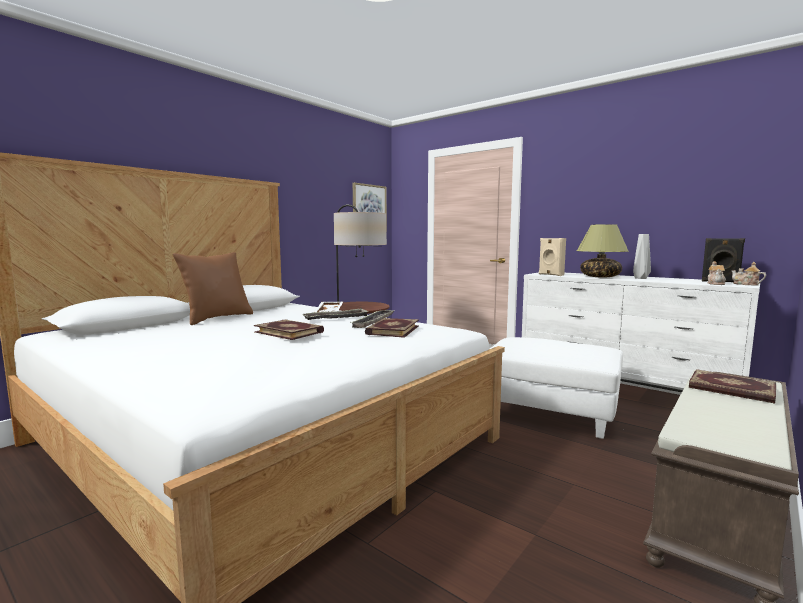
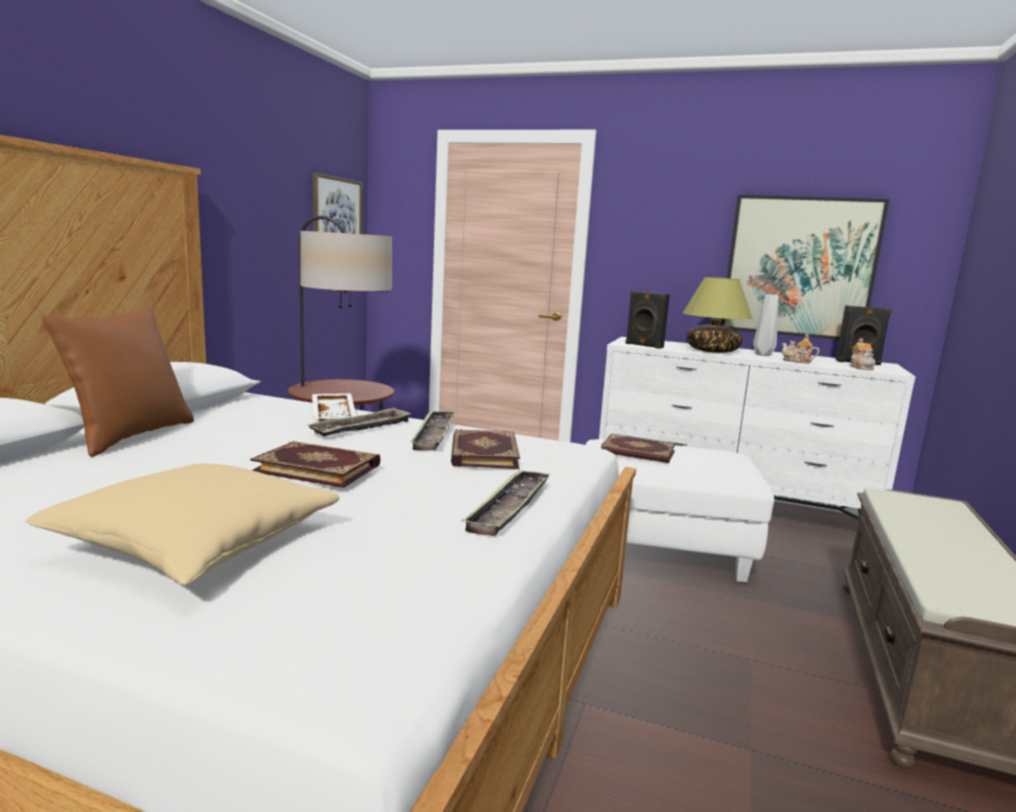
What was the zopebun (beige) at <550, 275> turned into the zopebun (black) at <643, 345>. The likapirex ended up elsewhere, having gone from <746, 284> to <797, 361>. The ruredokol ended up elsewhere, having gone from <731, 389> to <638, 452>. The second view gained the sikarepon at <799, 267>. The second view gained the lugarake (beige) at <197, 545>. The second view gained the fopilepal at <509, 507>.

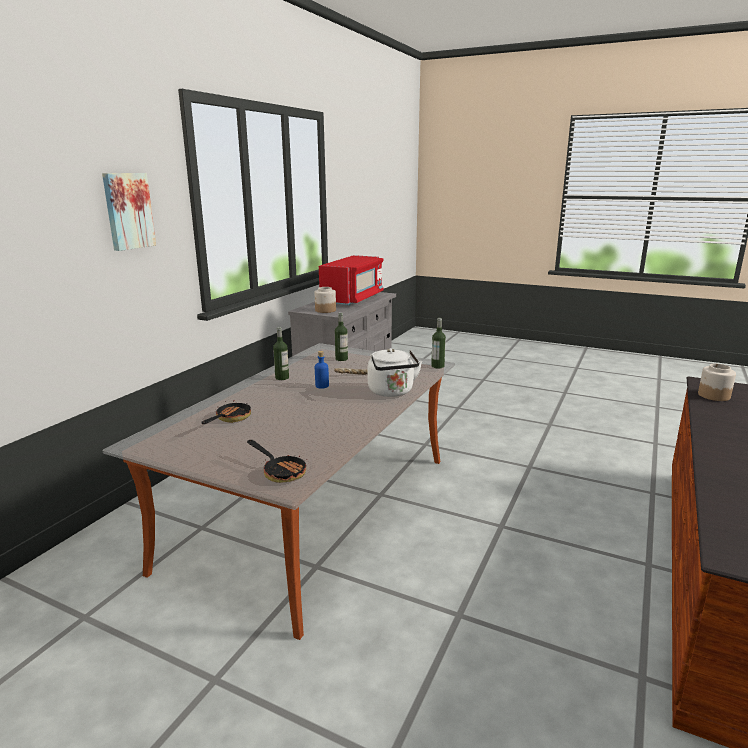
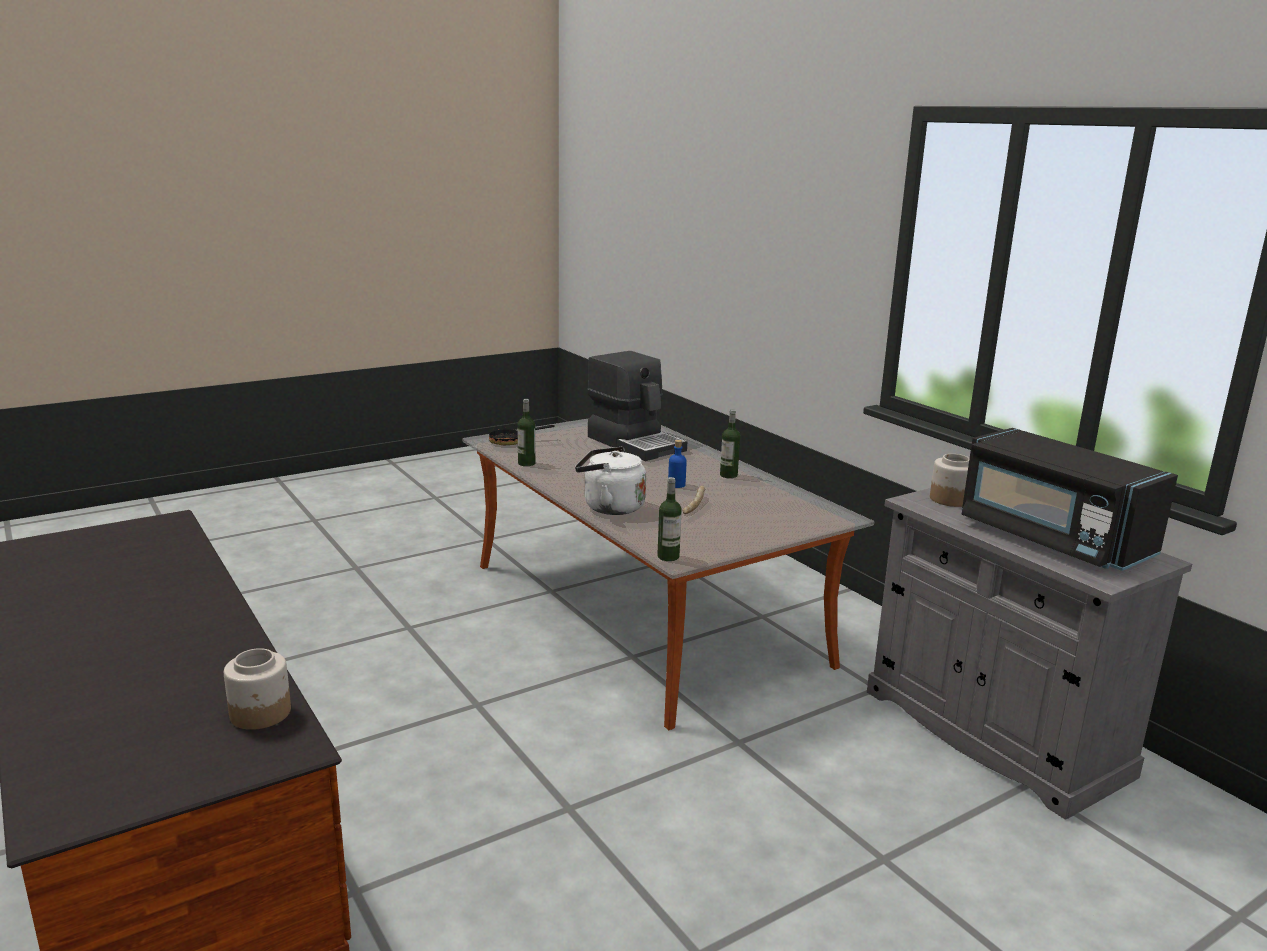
The second view lost the sikarepon at <128, 211>. What was the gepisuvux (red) at <353, 299> turned into the gepisuvux (black) at <1051, 539>. The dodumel ended up elsewhere, having gone from <341, 359> to <526, 463>. Where the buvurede stood at <230, 419>, the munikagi came to stand at <636, 443>.

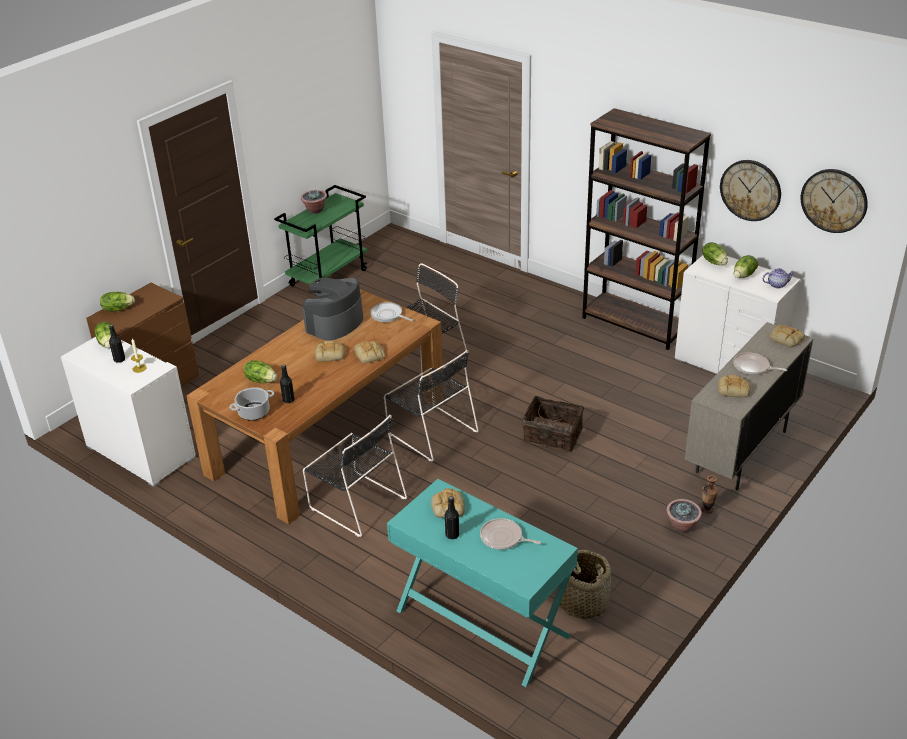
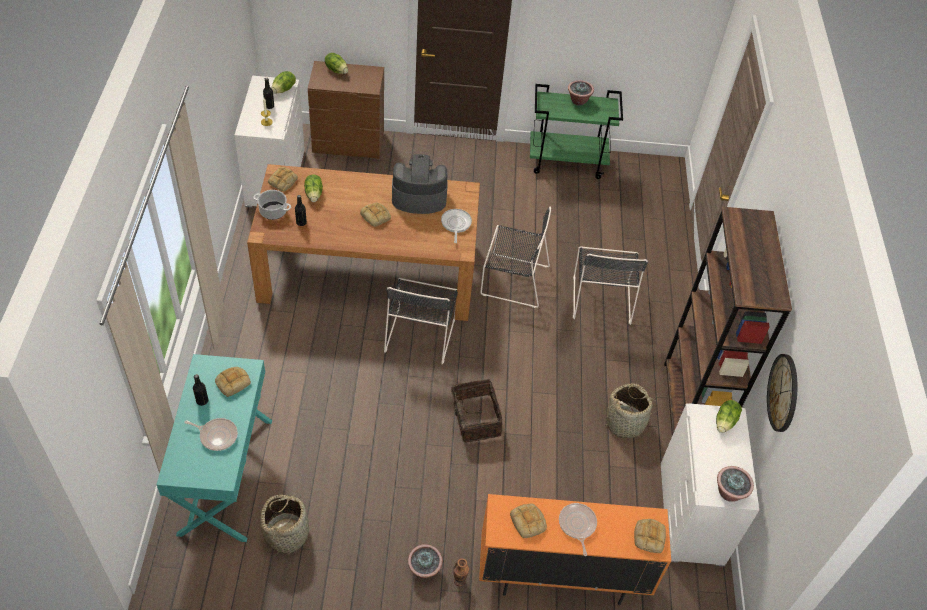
The second view lost the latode at <834, 200>. The second view lost the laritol at <744, 275>. Where the likapirex stood at <777, 284>, the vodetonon came to stand at <729, 492>. What was the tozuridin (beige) at <741, 452> turned into the tozuridin (orange) at <561, 577>. The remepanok ended up elsewhere, having gone from <370, 355> to <283, 182>. The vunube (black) ended up elsewhere, having gone from <355, 502> to <601, 297>. The buvurede at <503, 538> ended up facing another way, 120 degrees clockwise from before. The second view gained the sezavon at <625, 422>.

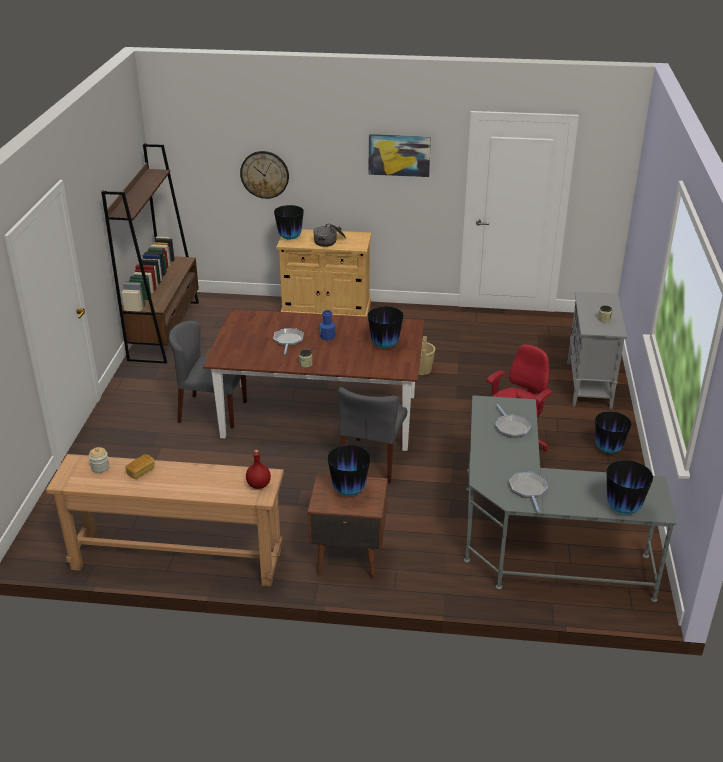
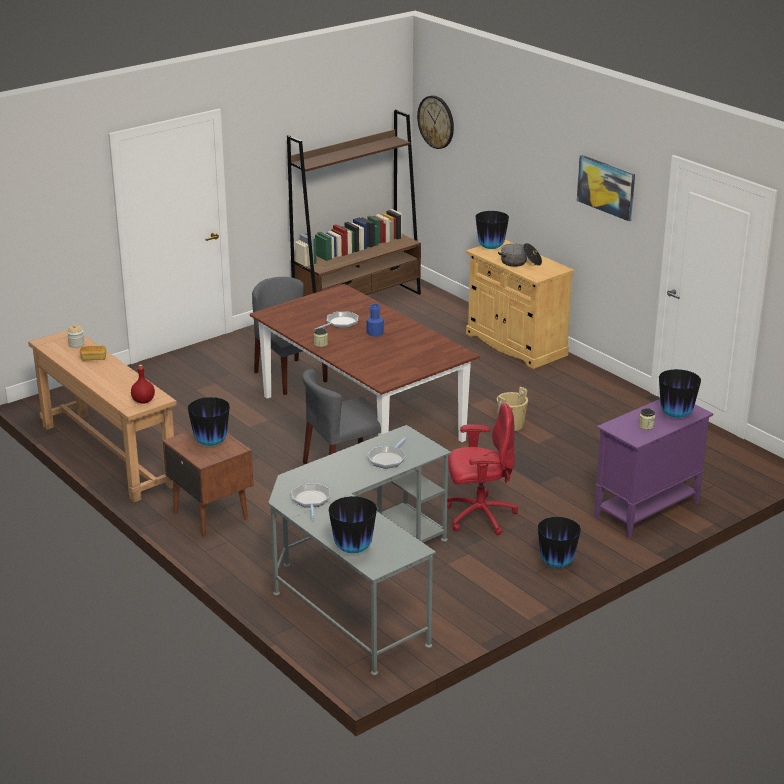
The latode ended up elsewhere, having gone from <264, 174> to <436, 122>. What was the tozuridin (grey) at <589, 385> turned into the tozuridin (purple) at <646, 511>. The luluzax ended up elsewhere, having gone from <385, 345> to <676, 415>. The buvurede at <528, 490> ended up facing another way, 45 degrees counterclockwise from before.

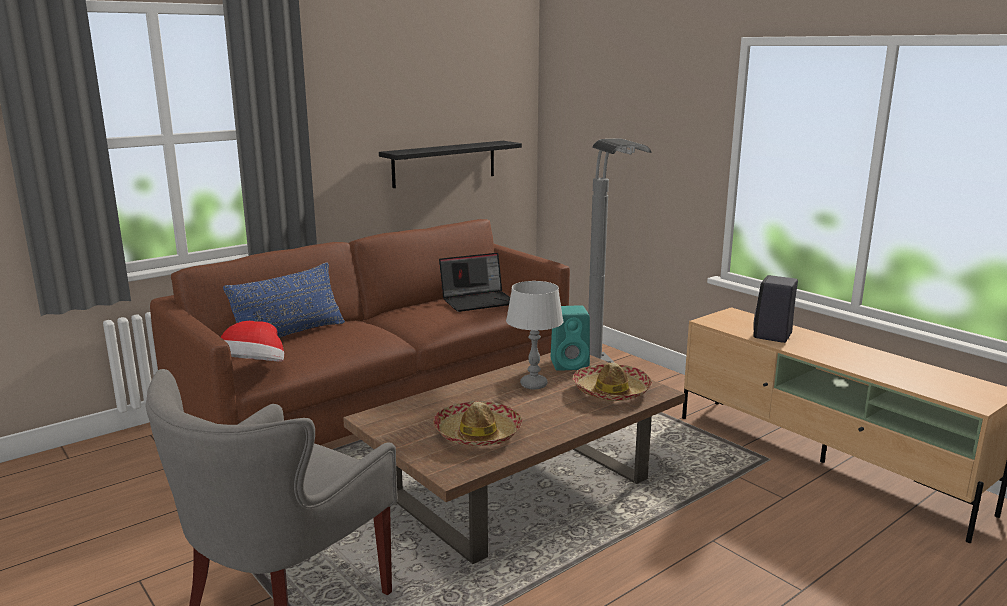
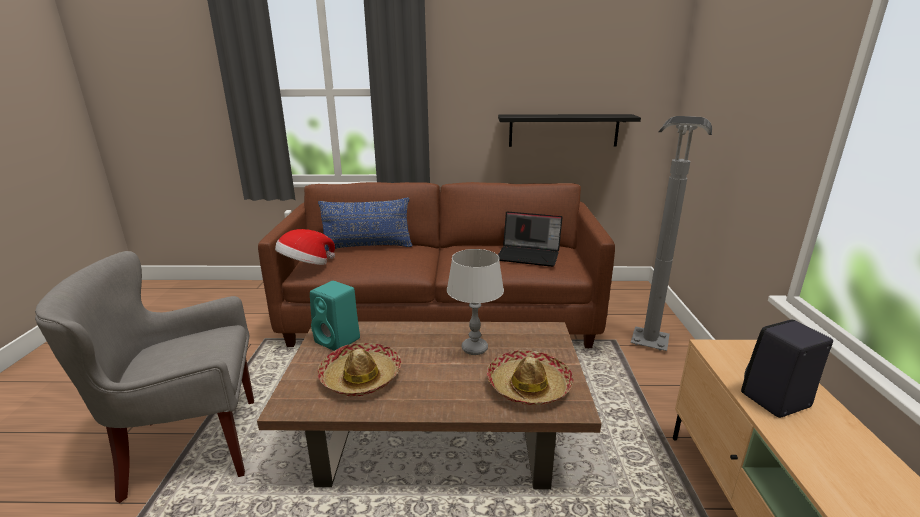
The zopebun (turquoise) ended up elsewhere, having gone from <571, 364> to <338, 340>.

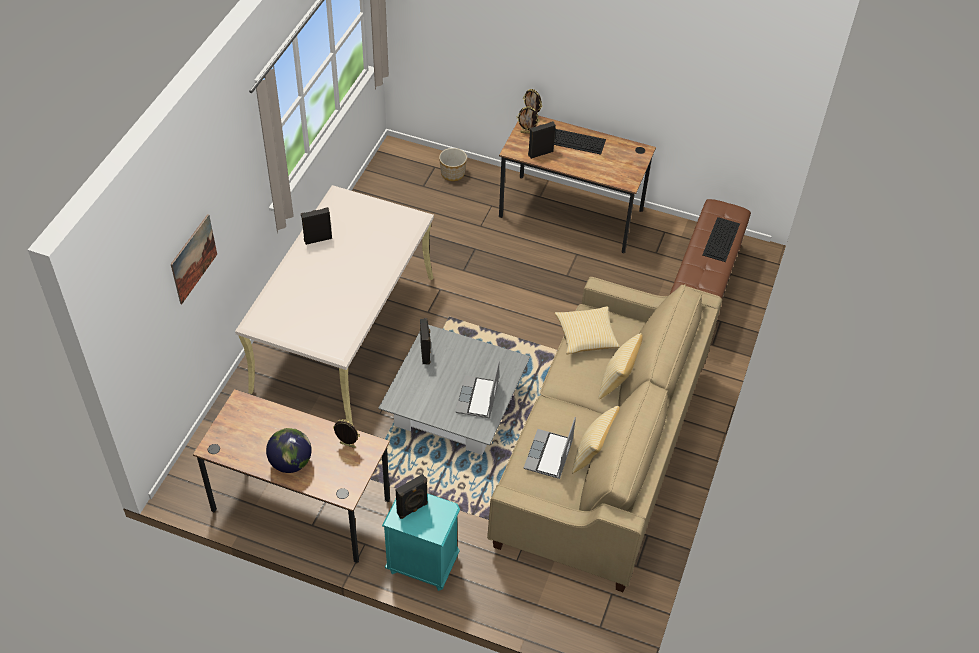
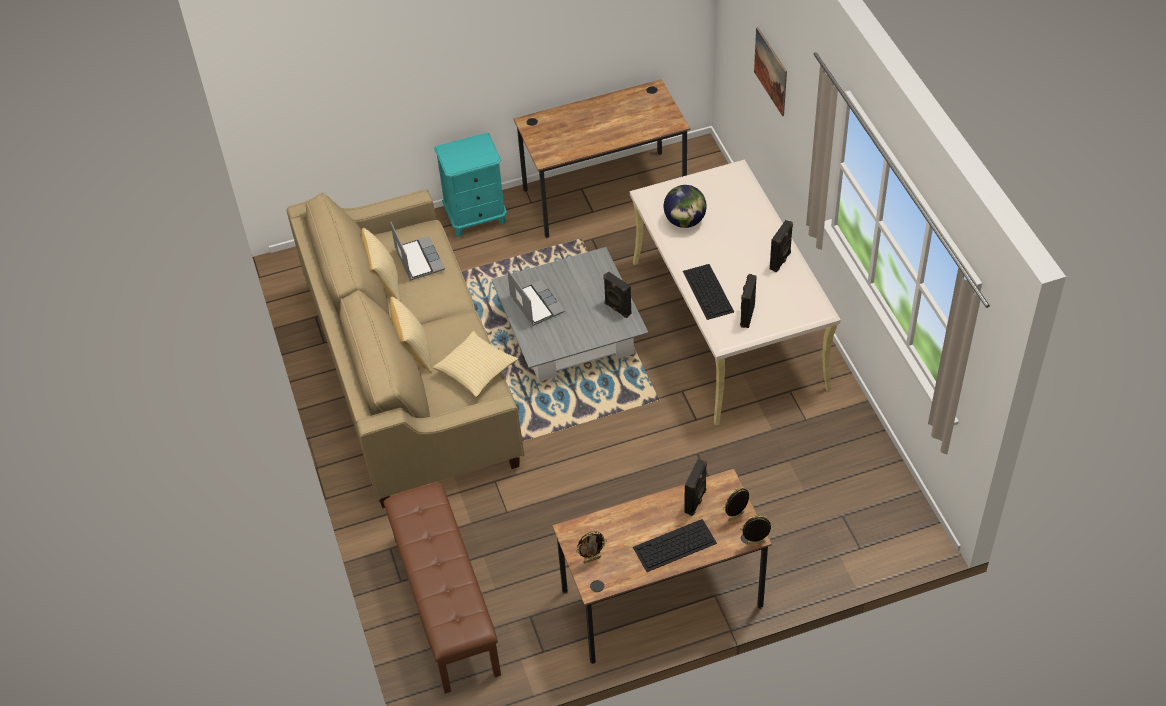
The second view lost the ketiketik at <453, 173>. The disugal ended up elsewhere, having gone from <721, 239> to <708, 292>. The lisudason ended up elsewhere, having gone from <347, 445> to <592, 559>. The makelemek ended up elsewhere, having gone from <291, 462> to <684, 221>. The zopebun (black) ended up elsewhere, having gone from <412, 509> to <746, 315>.

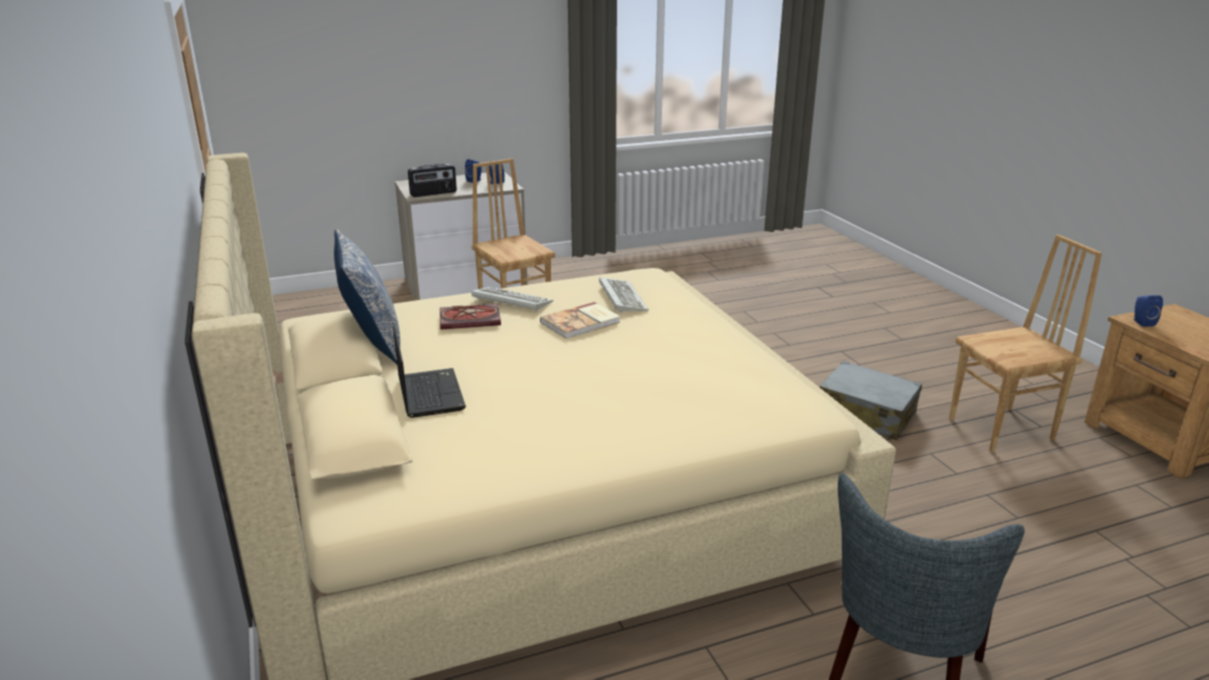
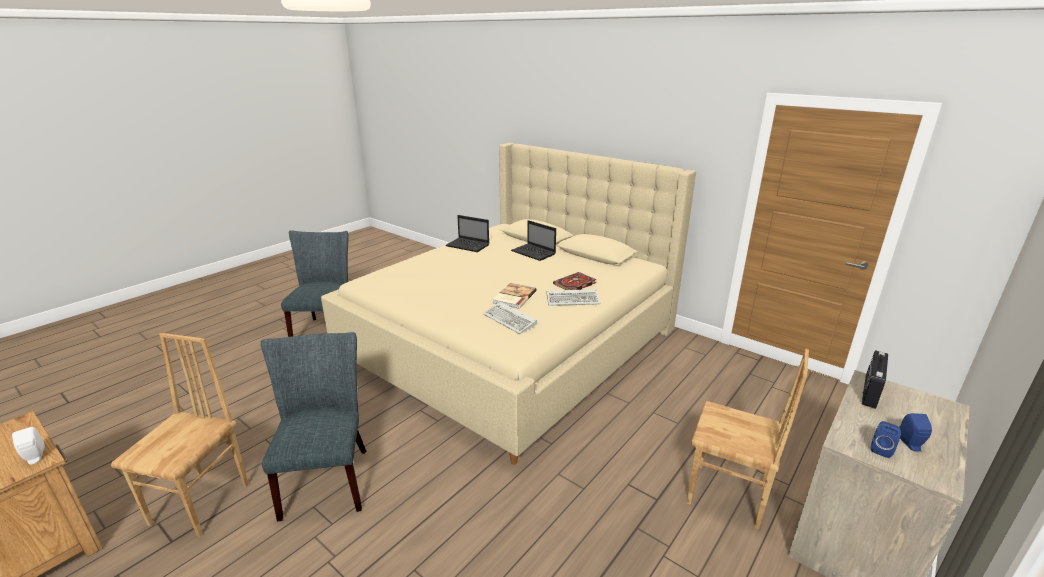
The second view lost the lugarake at <373, 344>. The vunube (brown) at <1002, 429> ended up facing another way, 150 degrees clockwise from before. What was the zopebun (blue) at <1141, 322> turned into the zopebun (white) at <34, 458>. Where the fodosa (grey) stood at <865, 414>, the vunube (grey) came to stand at <328, 477>. The second view gained the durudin at <468, 246>.

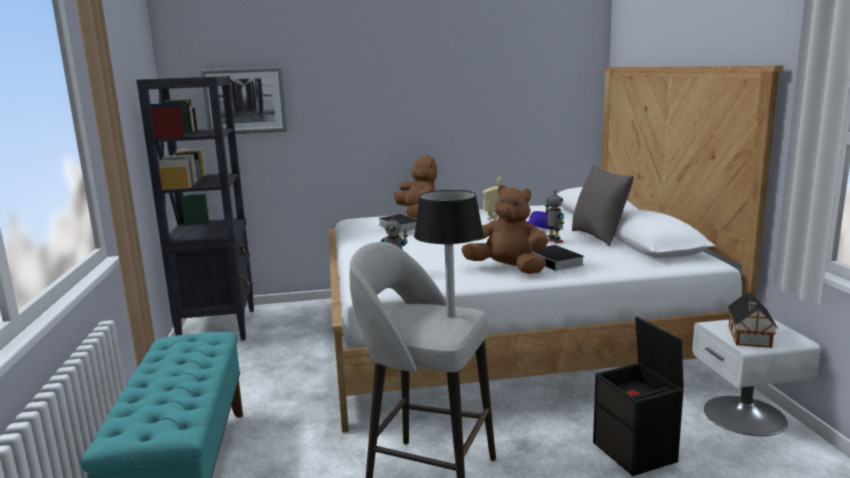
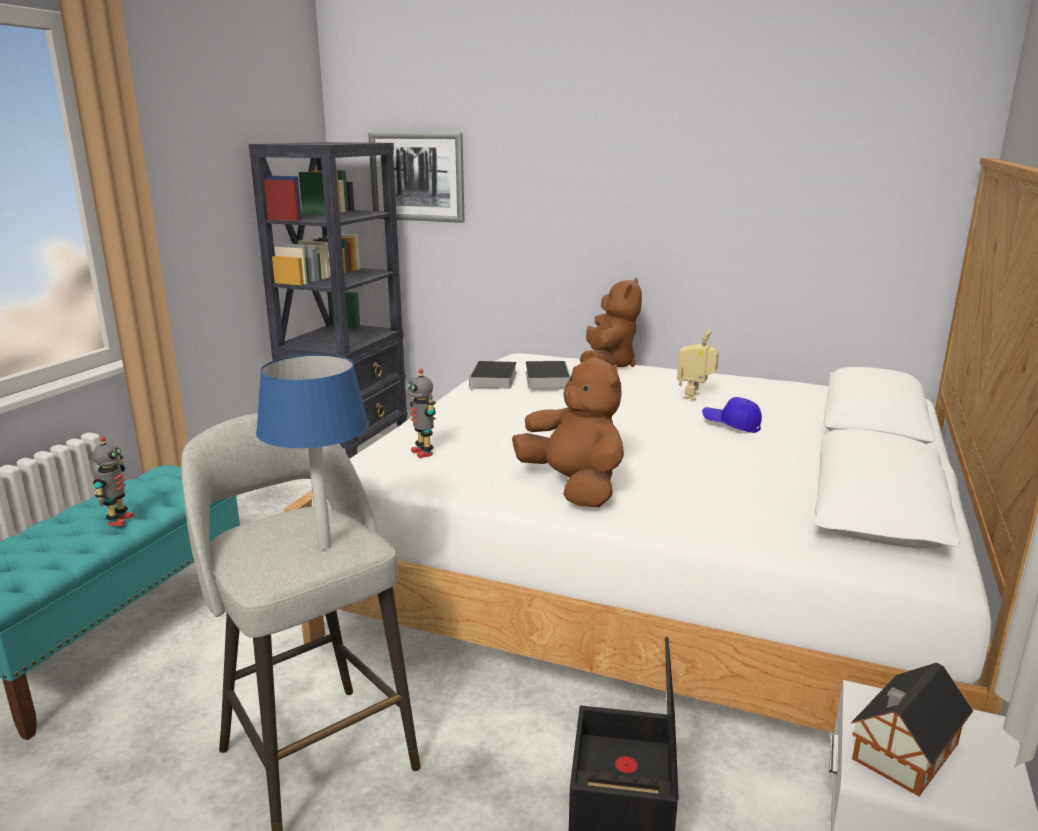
The second view lost the lugarake (grey) at <599, 237>. What was the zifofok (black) at <451, 315> turned into the zifofok (blue) at <324, 547>. The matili ended up elsewhere, having gone from <554, 241> to <119, 520>. The ruredokol ended up elsewhere, having gone from <556, 262> to <493, 380>.

